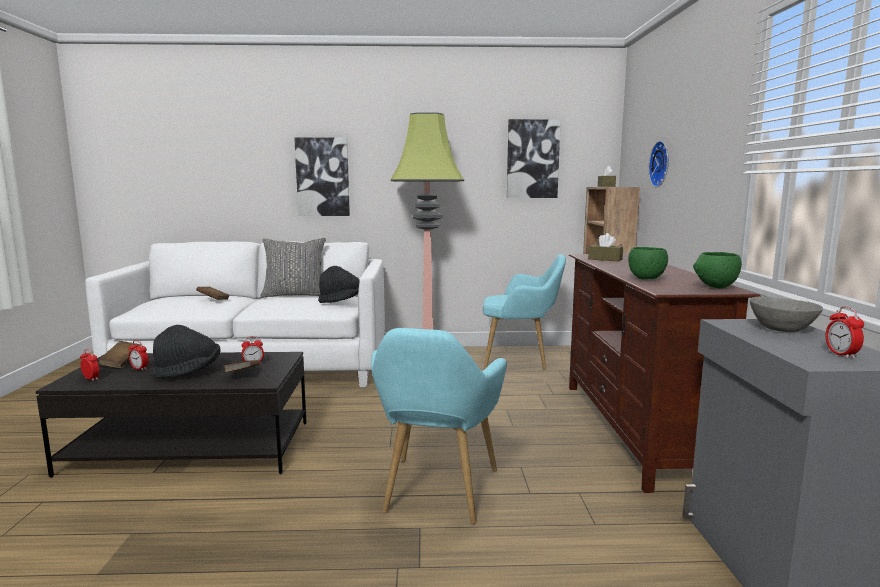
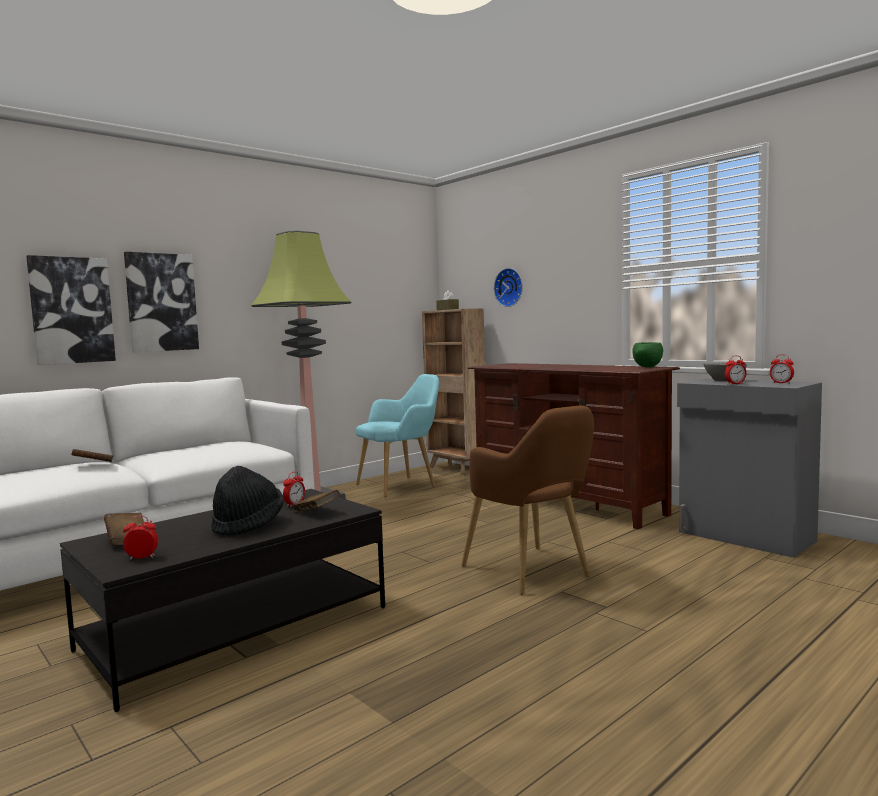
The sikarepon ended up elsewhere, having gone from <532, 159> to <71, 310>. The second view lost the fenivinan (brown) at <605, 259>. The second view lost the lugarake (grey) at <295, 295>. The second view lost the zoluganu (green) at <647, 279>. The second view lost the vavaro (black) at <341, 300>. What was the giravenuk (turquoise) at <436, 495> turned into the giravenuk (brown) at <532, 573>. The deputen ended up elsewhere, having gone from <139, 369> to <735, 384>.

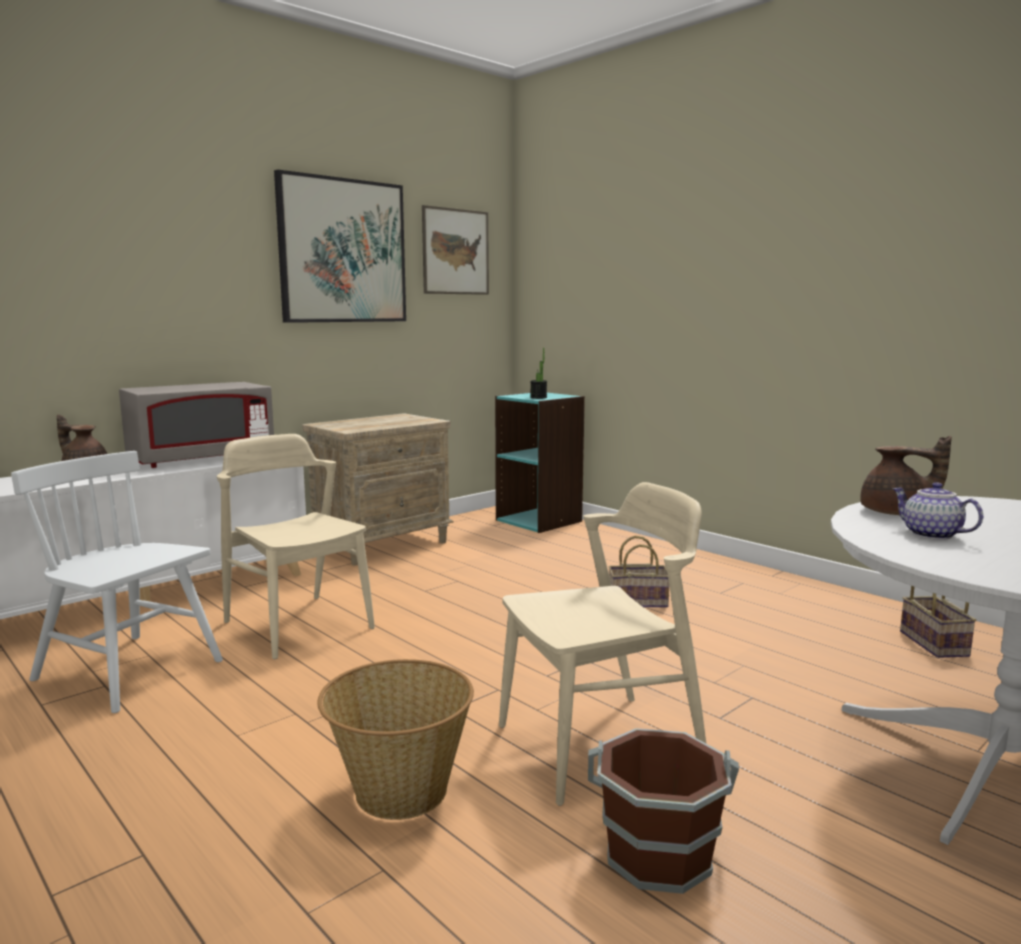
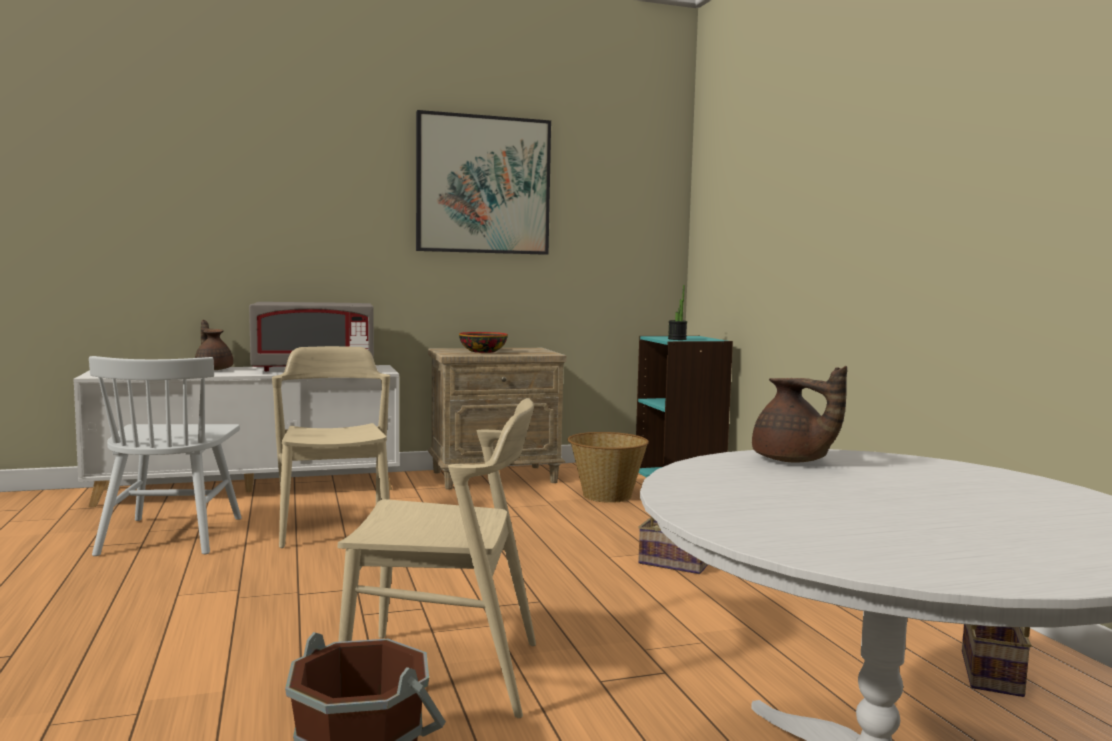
The second view lost the sikarepon at <455, 252>. The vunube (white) at <129, 671> ended up facing another way, 150 degrees counterclockwise from before. The second view lost the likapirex at <930, 535>. The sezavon ended up elsewhere, having gone from <399, 790> to <606, 495>. The second view gained the zoluganu at <483, 351>.

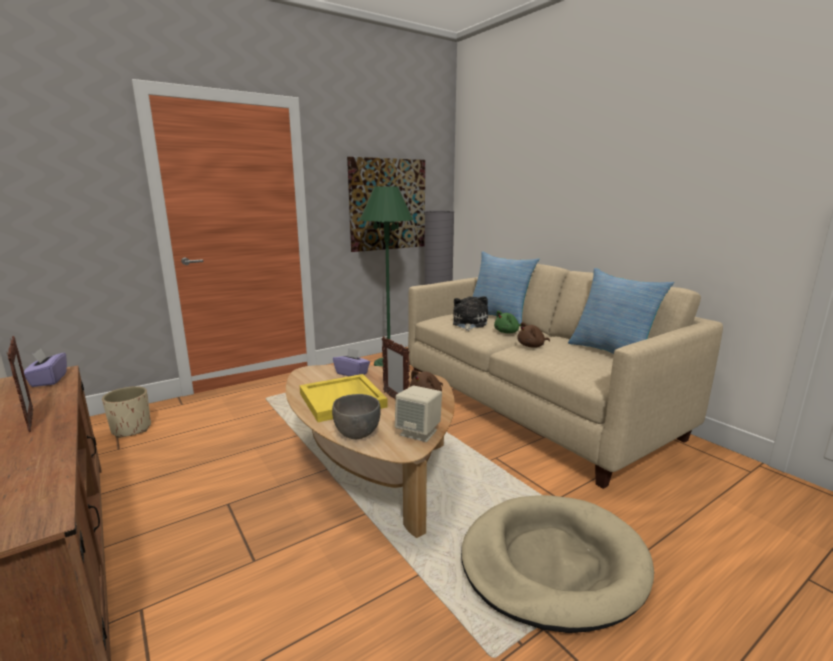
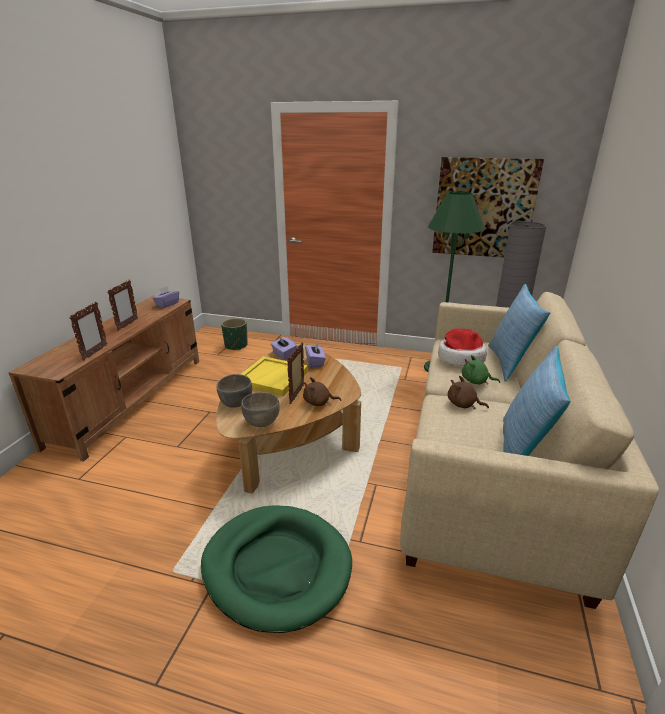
Where the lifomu stood at <469, 323>, the vavaro came to stand at <460, 358>. What was the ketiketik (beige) at <131, 429> turned into the ketiketik (green) at <236, 345>. Where the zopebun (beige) stood at <419, 432>, the zoluganu (grey) came to stand at <262, 422>. What was the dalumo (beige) at <552, 563> turned into the dalumo (green) at <277, 567>. The second view gained the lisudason at <95, 353>. The second view gained the fenivinan (purple) at <284, 355>.

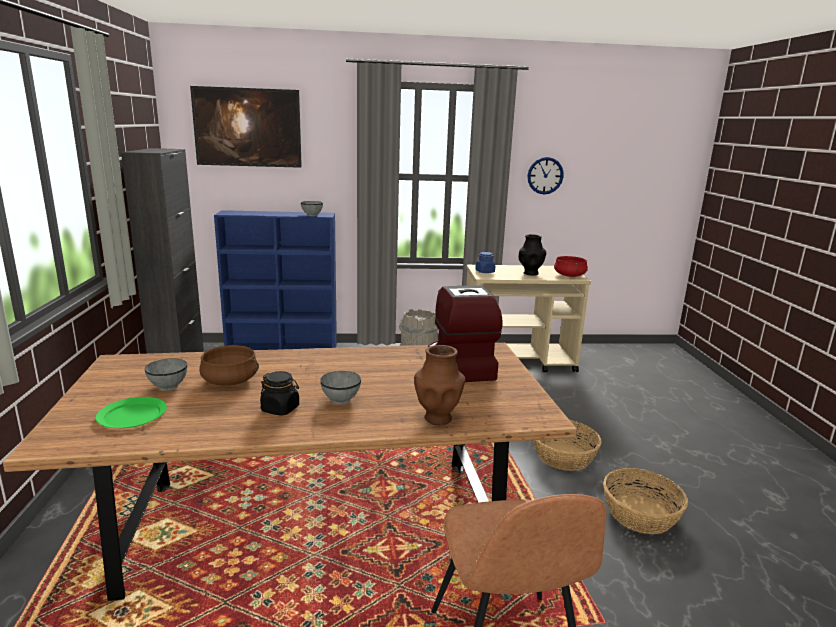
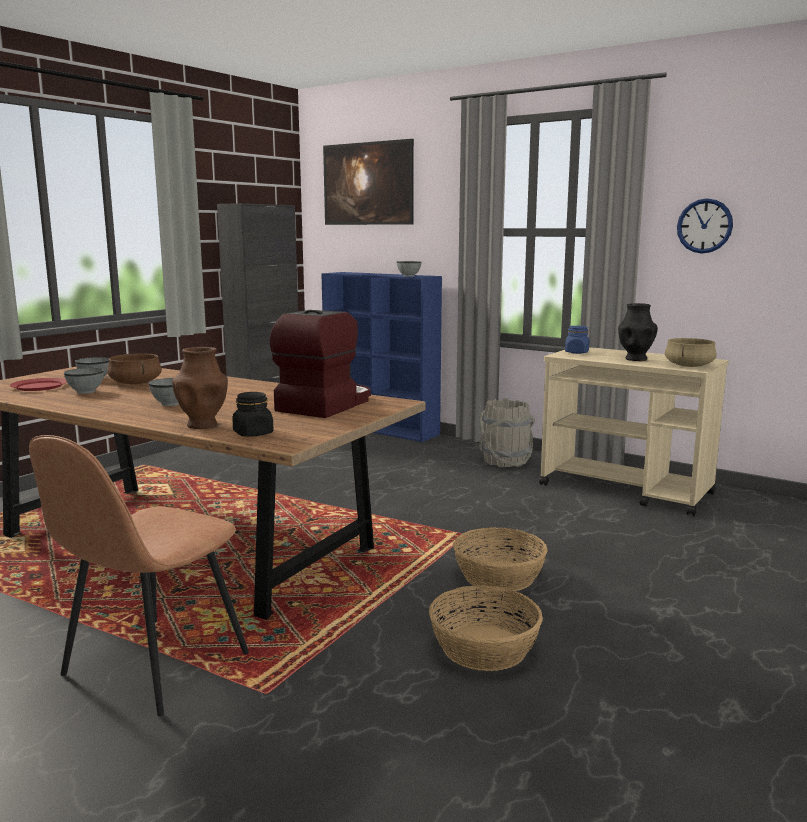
What was the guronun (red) at <569, 275> turned into the guronun (beige) at <688, 366>. The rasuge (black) ended up elsewhere, having gone from <280, 409> to <253, 433>. What was the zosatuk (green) at <132, 415> turned into the zosatuk (red) at <40, 386>. The second view gained the zoluganu (grey) at <86, 391>.

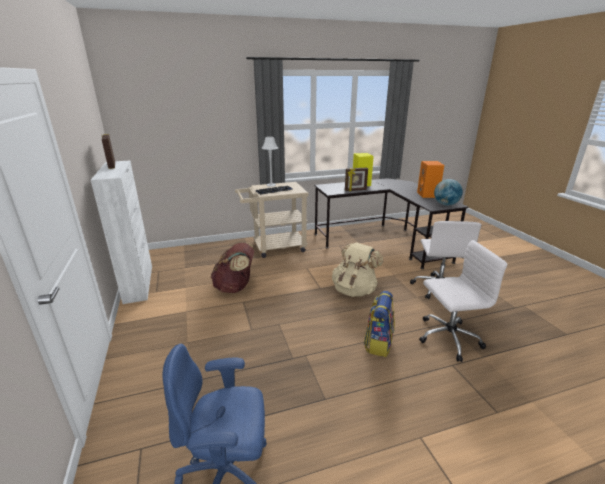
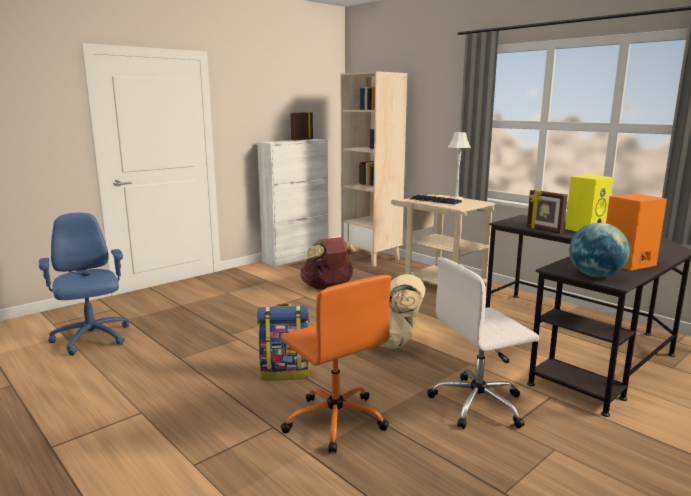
What was the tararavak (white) at <447, 338> turned into the tararavak (orange) at <335, 420>. The second view gained the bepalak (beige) at <371, 258>.

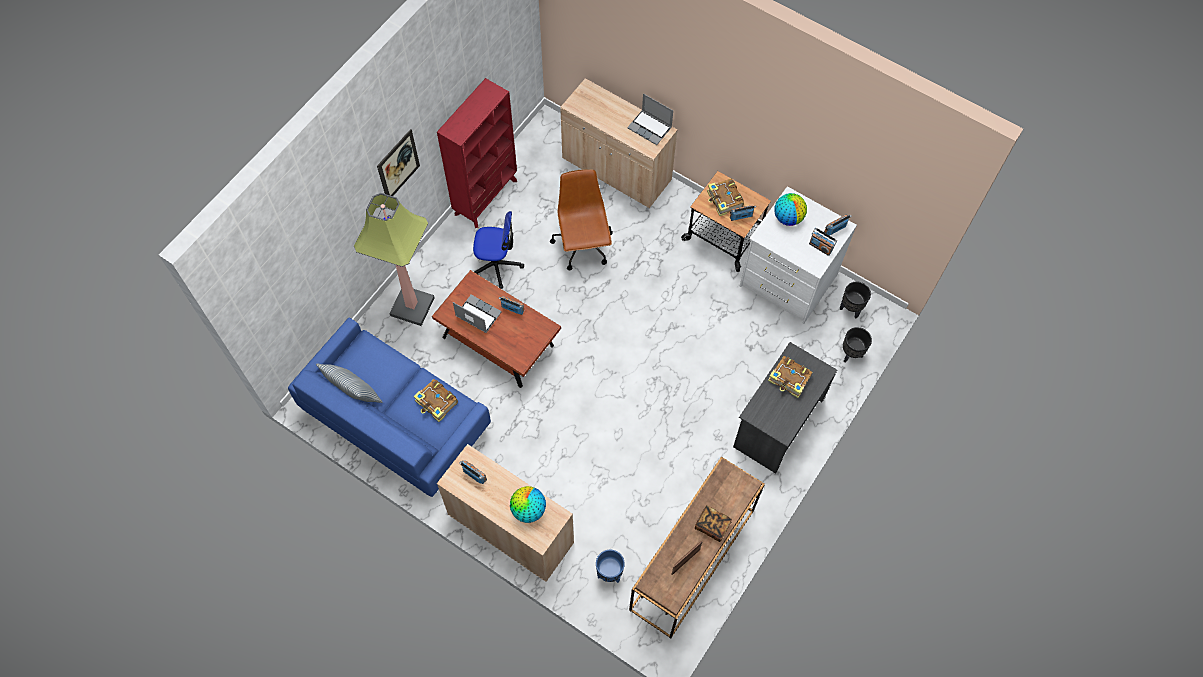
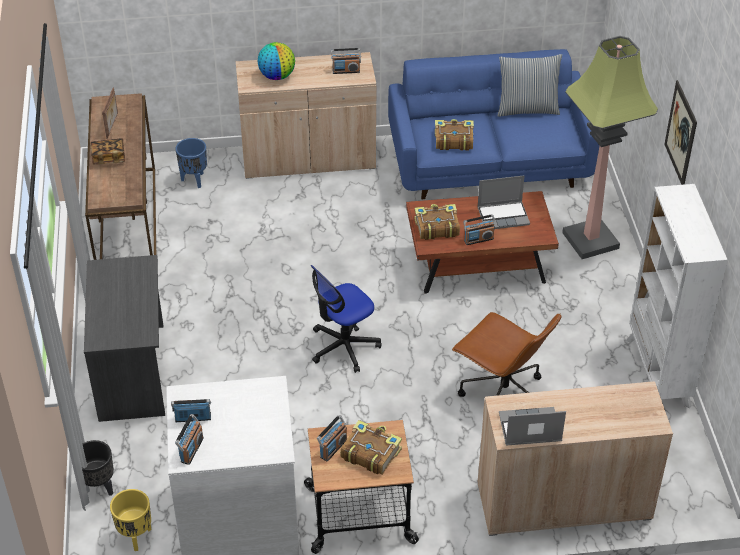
What was the bepalak (red) at <486, 197> turned into the bepalak (white) at <657, 373>. The second view lost the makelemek at <788, 217>. The tararavak ended up elsewhere, having gone from <497, 265> to <343, 346>. What was the ketiketik (black) at <850, 309> turned into the ketiketik (yellow) at <135, 537>. The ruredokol ended up elsewhere, having gone from <789, 379> to <436, 227>.

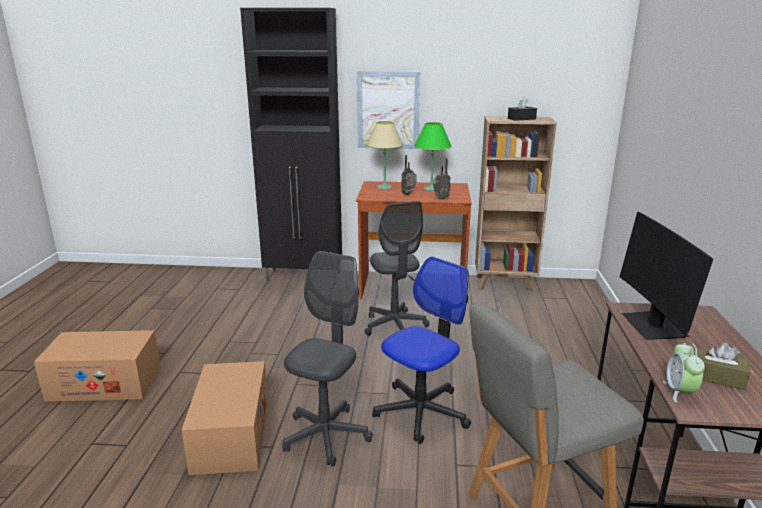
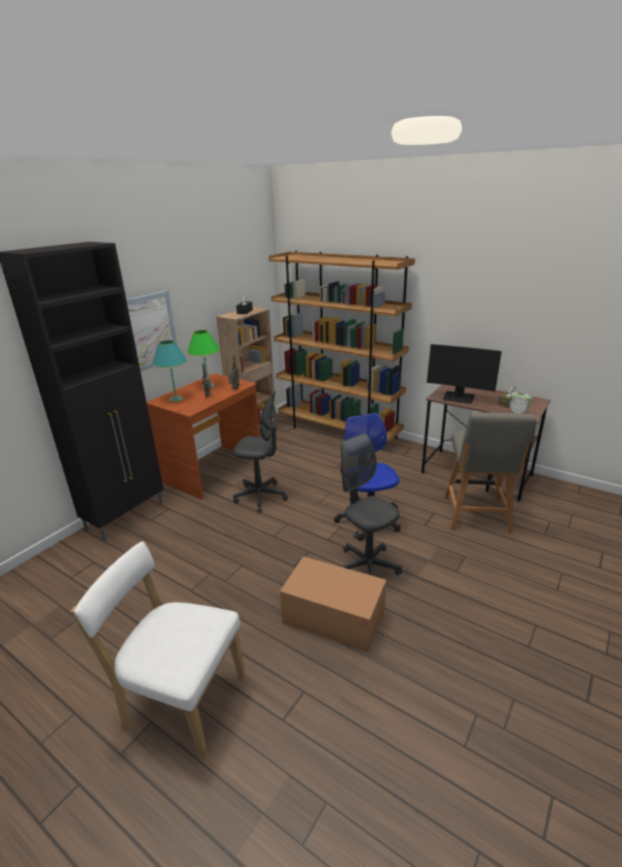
What was the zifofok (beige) at <384, 187> turned into the zifofok (turquoise) at <175, 399>. Where the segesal stood at <105, 383>, the vunube (white) came to stand at <181, 700>. The second view gained the bepalak (brown) at <338, 431>.

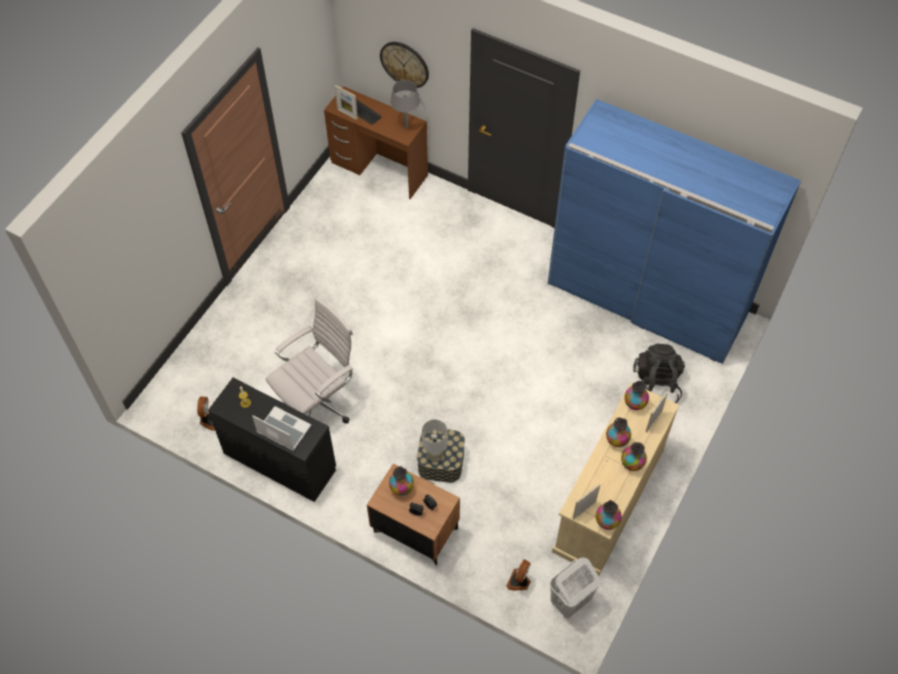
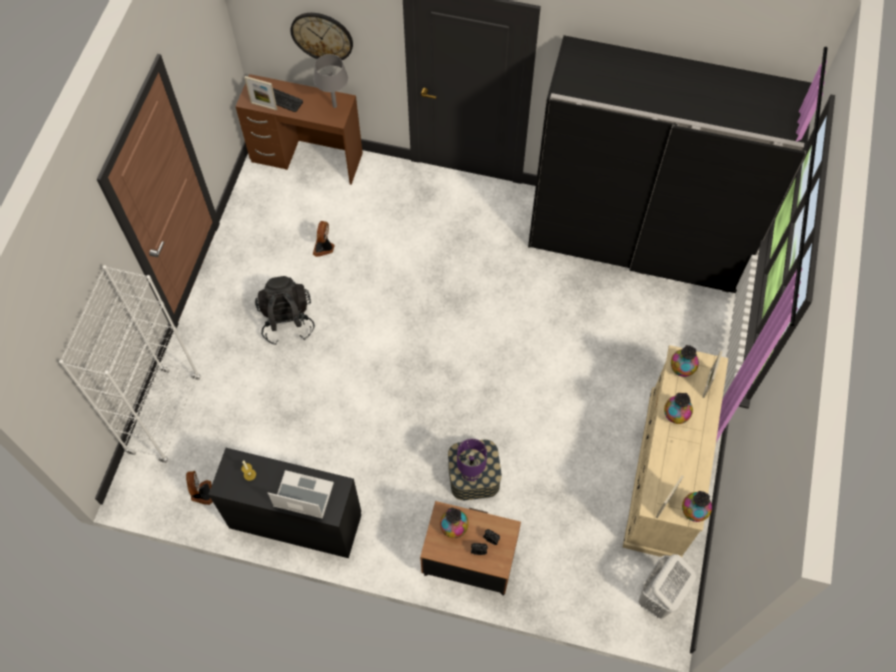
What was the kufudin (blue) at <646, 300> turned into the kufudin (black) at <637, 241>. The second view lost the tararavak (white) at <318, 403>. The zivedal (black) ended up elsewhere, having gone from <655, 385> to <287, 320>. What was the zifofok (grey) at <435, 456> turned into the zifofok (purple) at <471, 474>. The second view lost the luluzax at <632, 464>. The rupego ended up elsewhere, having gone from <519, 581> to <324, 247>. The second view gained the bepalak (white) at <165, 415>.

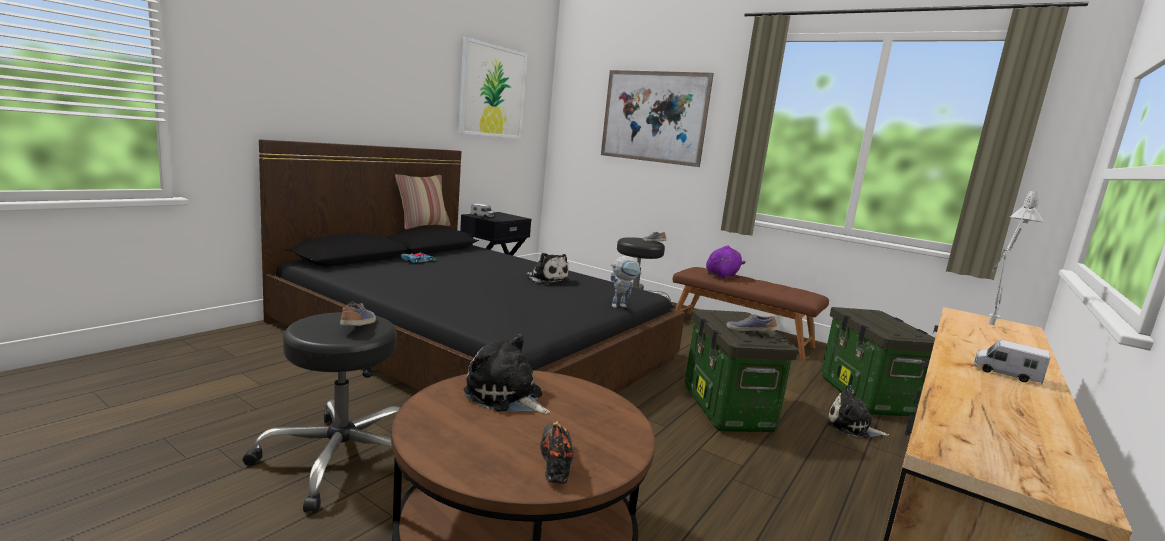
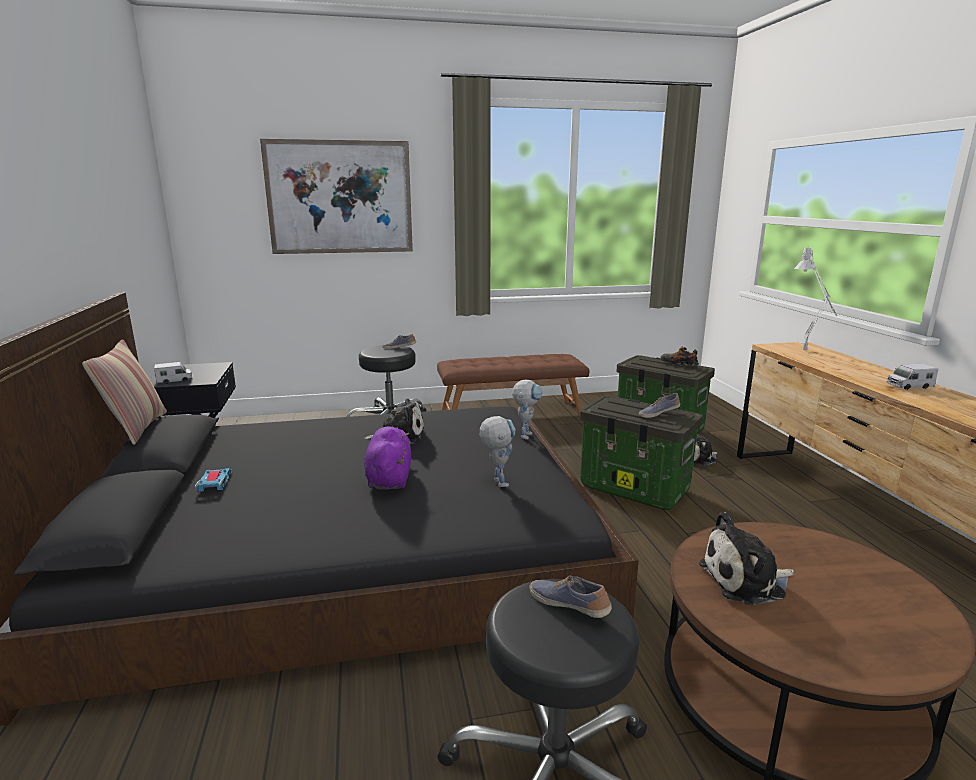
The second view lost the sikarepon at <492, 91>. The lifomu (purple) ended up elsewhere, having gone from <722, 275> to <389, 478>. The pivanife ended up elsewhere, having gone from <556, 461> to <678, 364>. The second view gained the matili at <497, 480>.

